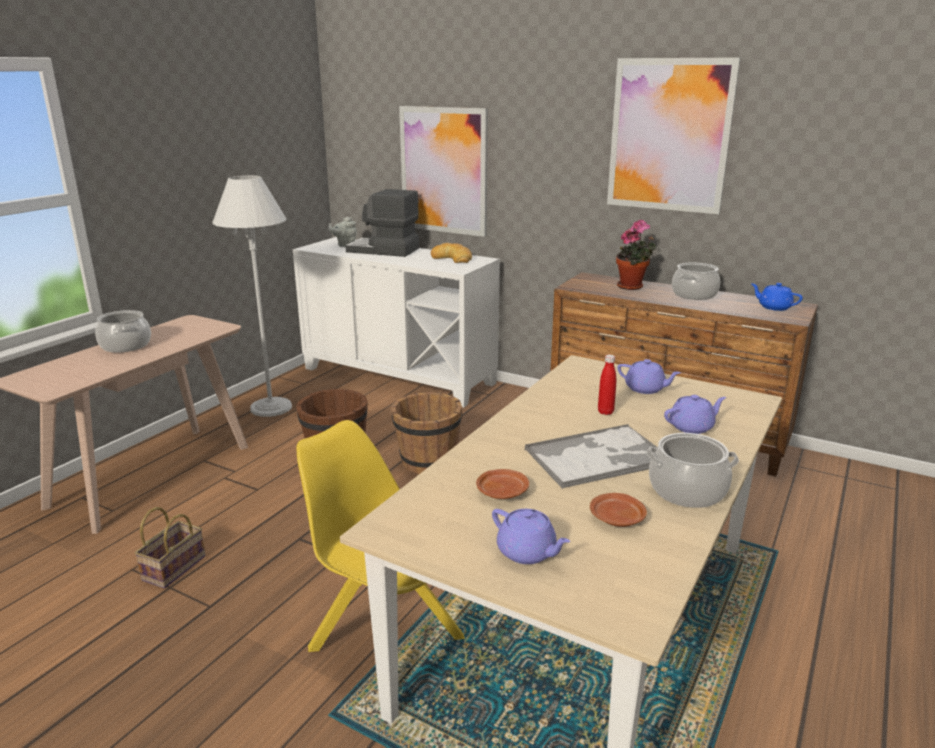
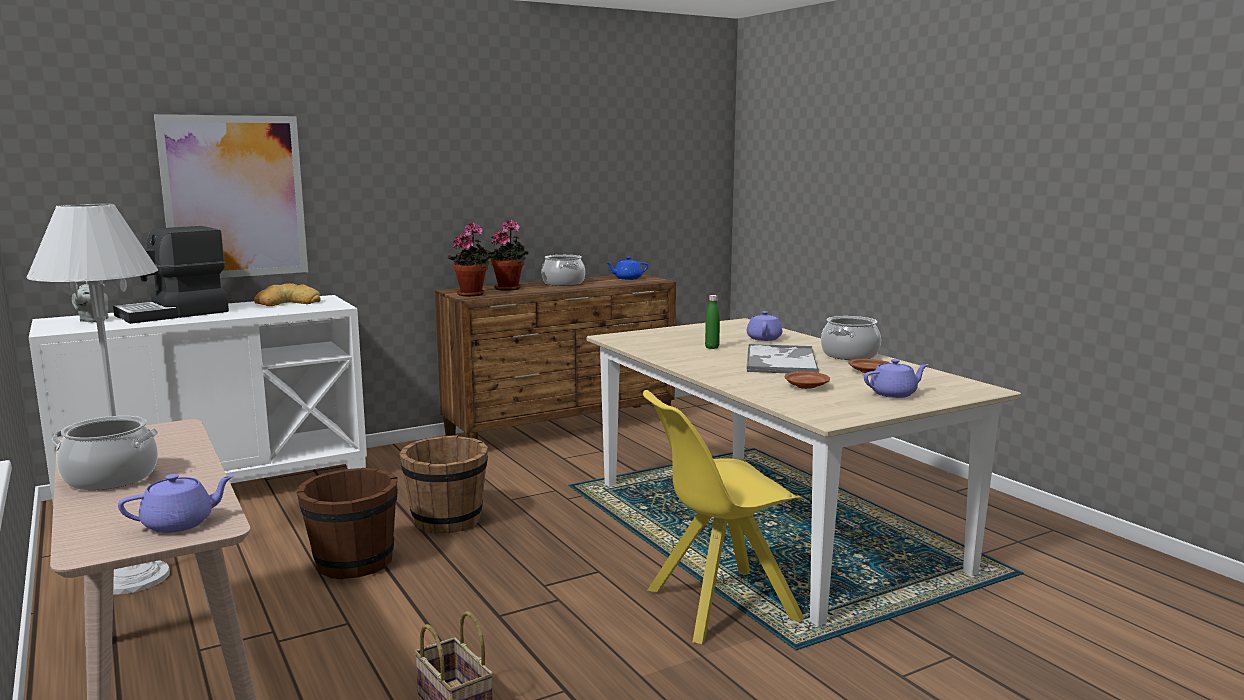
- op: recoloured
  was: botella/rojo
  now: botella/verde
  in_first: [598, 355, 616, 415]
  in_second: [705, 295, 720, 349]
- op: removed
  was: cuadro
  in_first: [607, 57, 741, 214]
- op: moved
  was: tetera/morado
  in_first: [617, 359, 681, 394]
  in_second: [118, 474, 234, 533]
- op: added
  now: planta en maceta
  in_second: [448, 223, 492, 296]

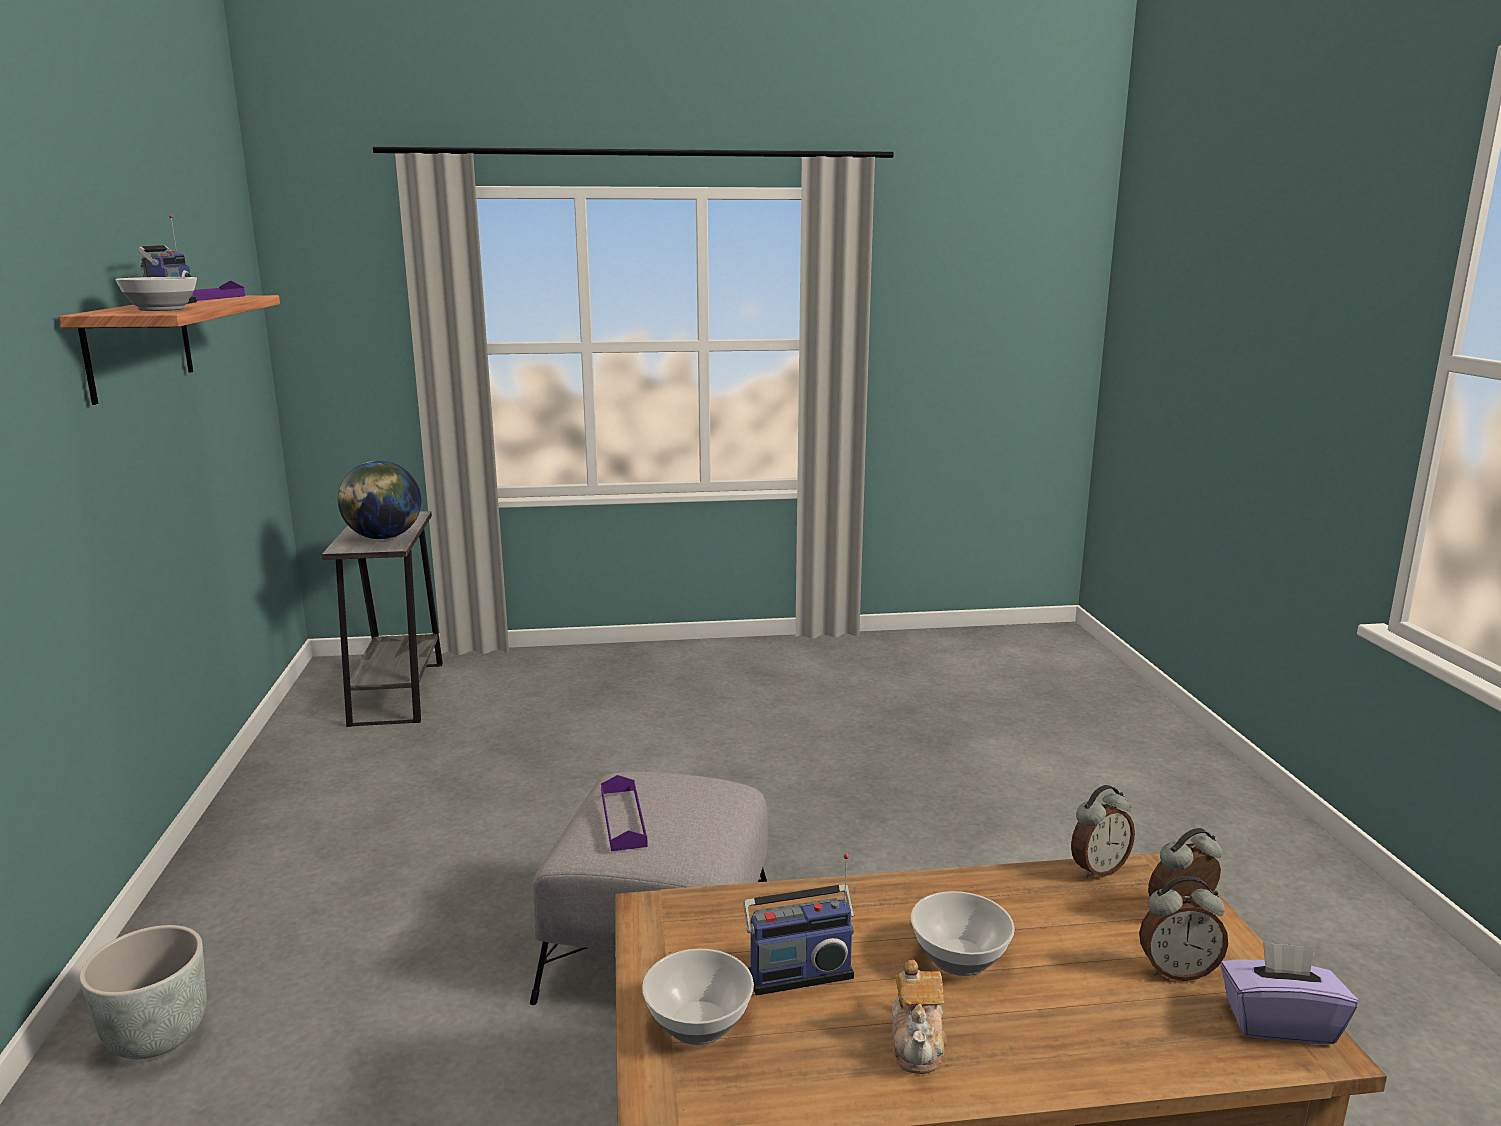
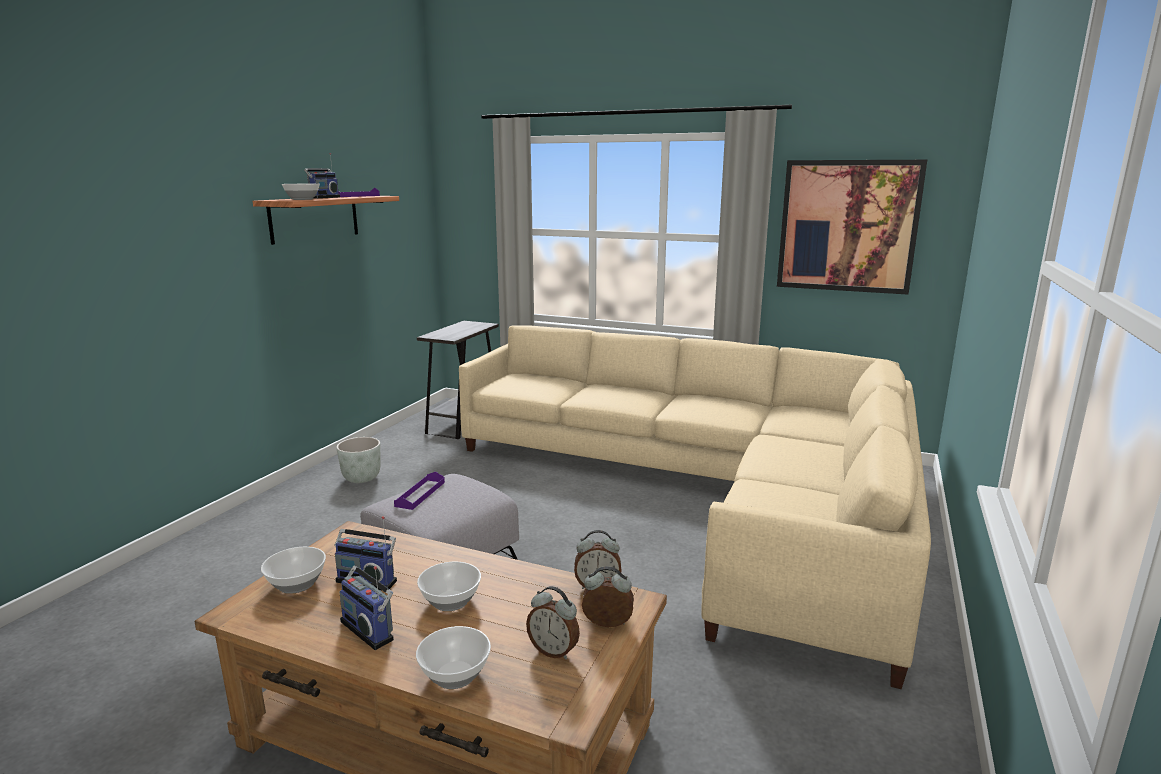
- op: moved
  was: maceta/gris
  in_first: [79, 925, 207, 1059]
  in_second: [336, 437, 381, 483]
- op: removed
  was: globo terráqueo
  in_first: [338, 461, 421, 539]
- op: replaced
  was: tetera
  now: radio
  in_first: [892, 960, 947, 1074]
  in_second: [339, 566, 394, 650]
- op: removed
  was: caja de pañuelos/morado
  in_first: [1221, 941, 1358, 1044]
- op: added
  now: cuenco
  in_second: [416, 626, 491, 689]
- op: added
  now: sofá/beis
  in_second: [459, 325, 931, 689]
- op: added
  now: cuadro
  in_second: [777, 160, 927, 295]

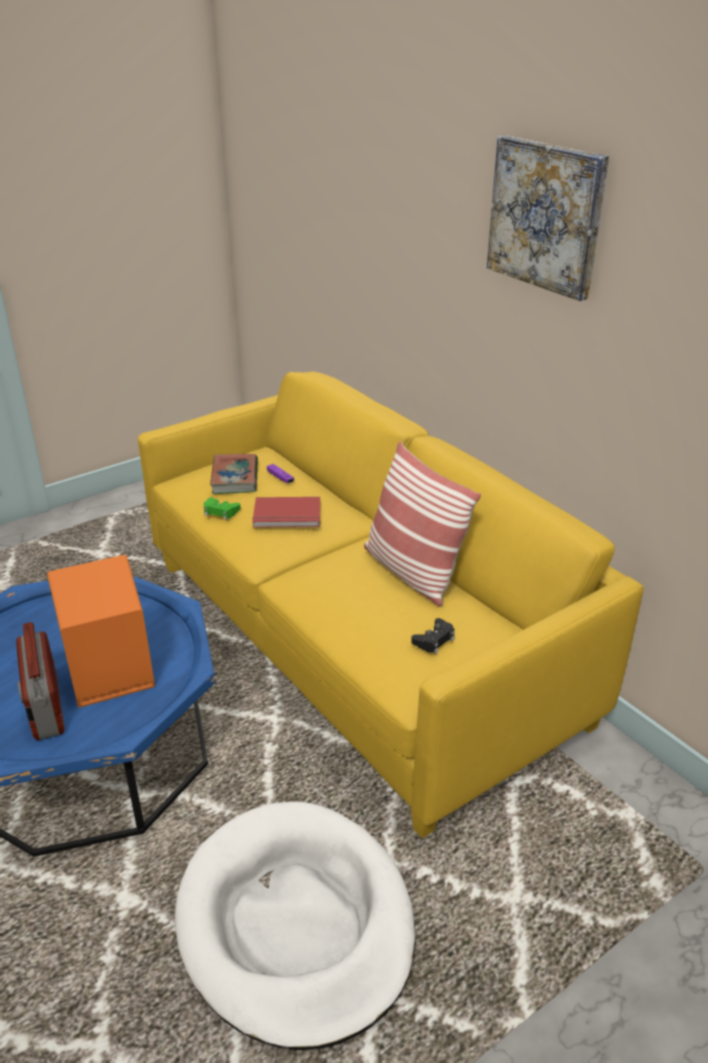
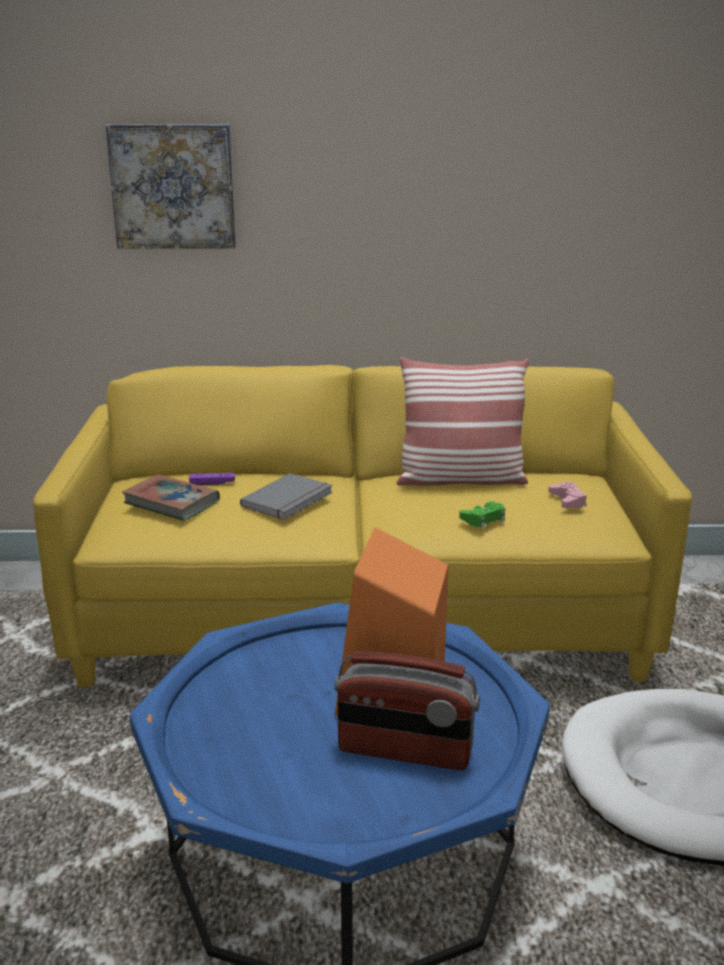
- op: moved
  was: mando de consola/verde
  in_first: [204, 497, 241, 520]
  in_second: [459, 501, 505, 528]
- op: recoloured
  was: libro/rojo
  now: libro/gris
  in_first: [252, 497, 320, 528]
  in_second: [240, 473, 333, 520]
- op: recoloured
  was: mando de consola/negro
  now: mando de consola/rosa
  in_first: [411, 618, 455, 654]
  in_second: [548, 482, 587, 508]
- op: moved
  was: cuadro
  in_first: [487, 135, 609, 301]
  in_second: [105, 124, 236, 249]

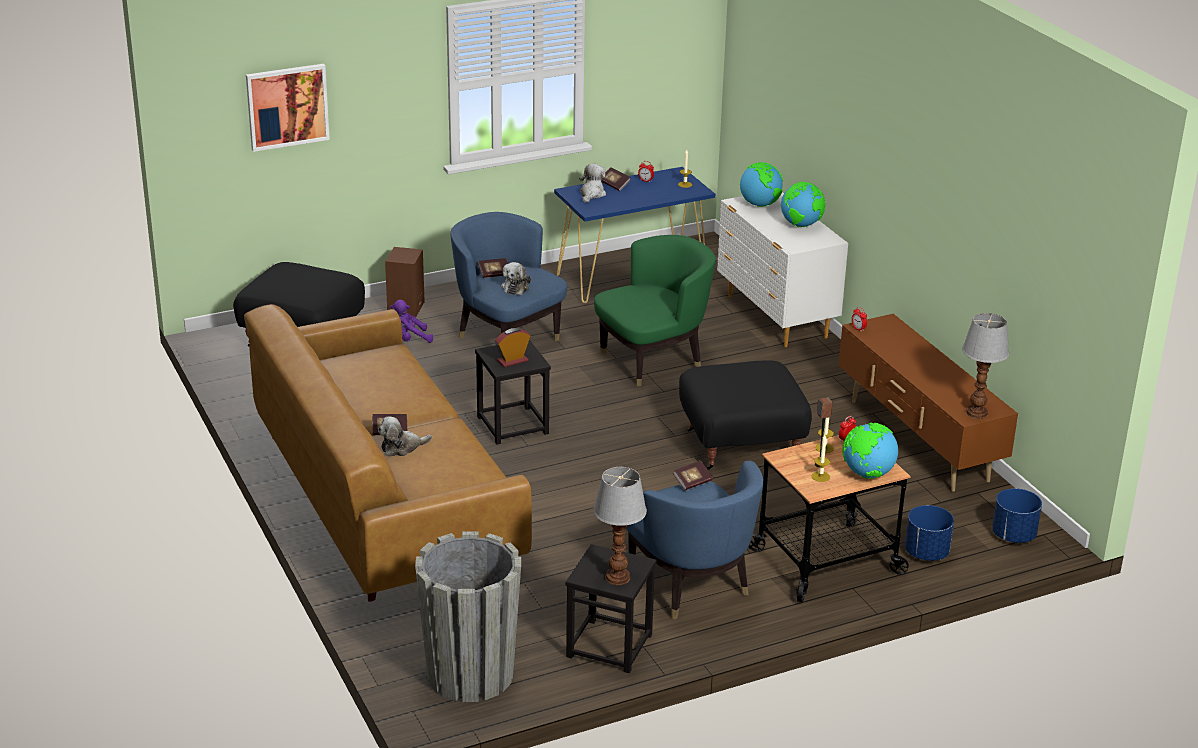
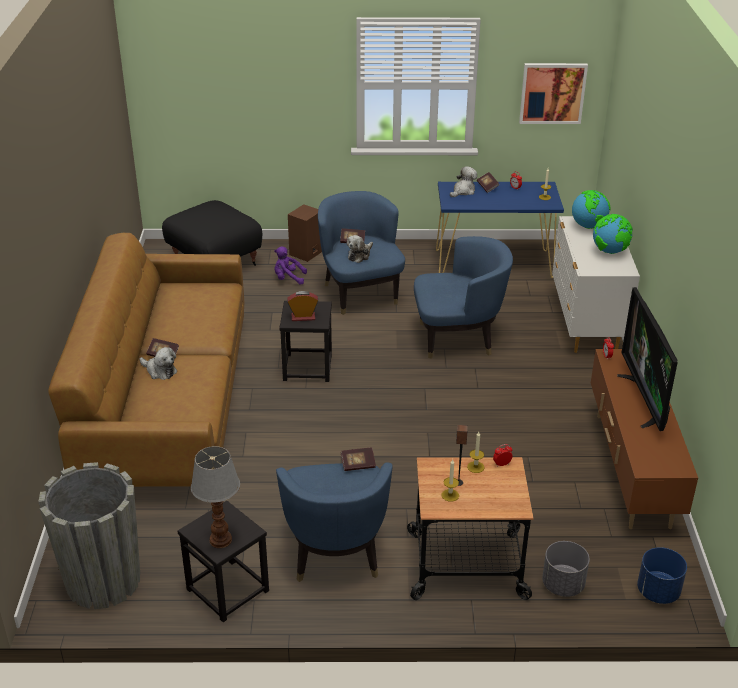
- op: moved
  was: cuadro
  in_first: [246, 64, 330, 152]
  in_second: [519, 63, 588, 124]
- op: turned
  was: peluche
  in_first: [378, 416, 432, 456]
  in_second: [140, 347, 177, 380]
  clockwise: -150
- op: recoloured
  was: sillón/verde
  now: sillón/azul
  in_first: [594, 235, 716, 386]
  in_second: [414, 236, 513, 359]
- op: removed
  was: puf/negro
  in_first: [679, 360, 812, 470]
- op: removed
  was: globo terráqueo
  in_first: [842, 423, 898, 479]
- op: recoloured
  was: maceta/azul
  now: maceta/gris
  in_first: [905, 505, 954, 561]
  in_second: [542, 541, 590, 597]
- op: removed
  was: lámpara de mesa
  in_first: [962, 313, 1009, 419]
- op: added
  now: televisor
  in_second: [617, 287, 678, 431]

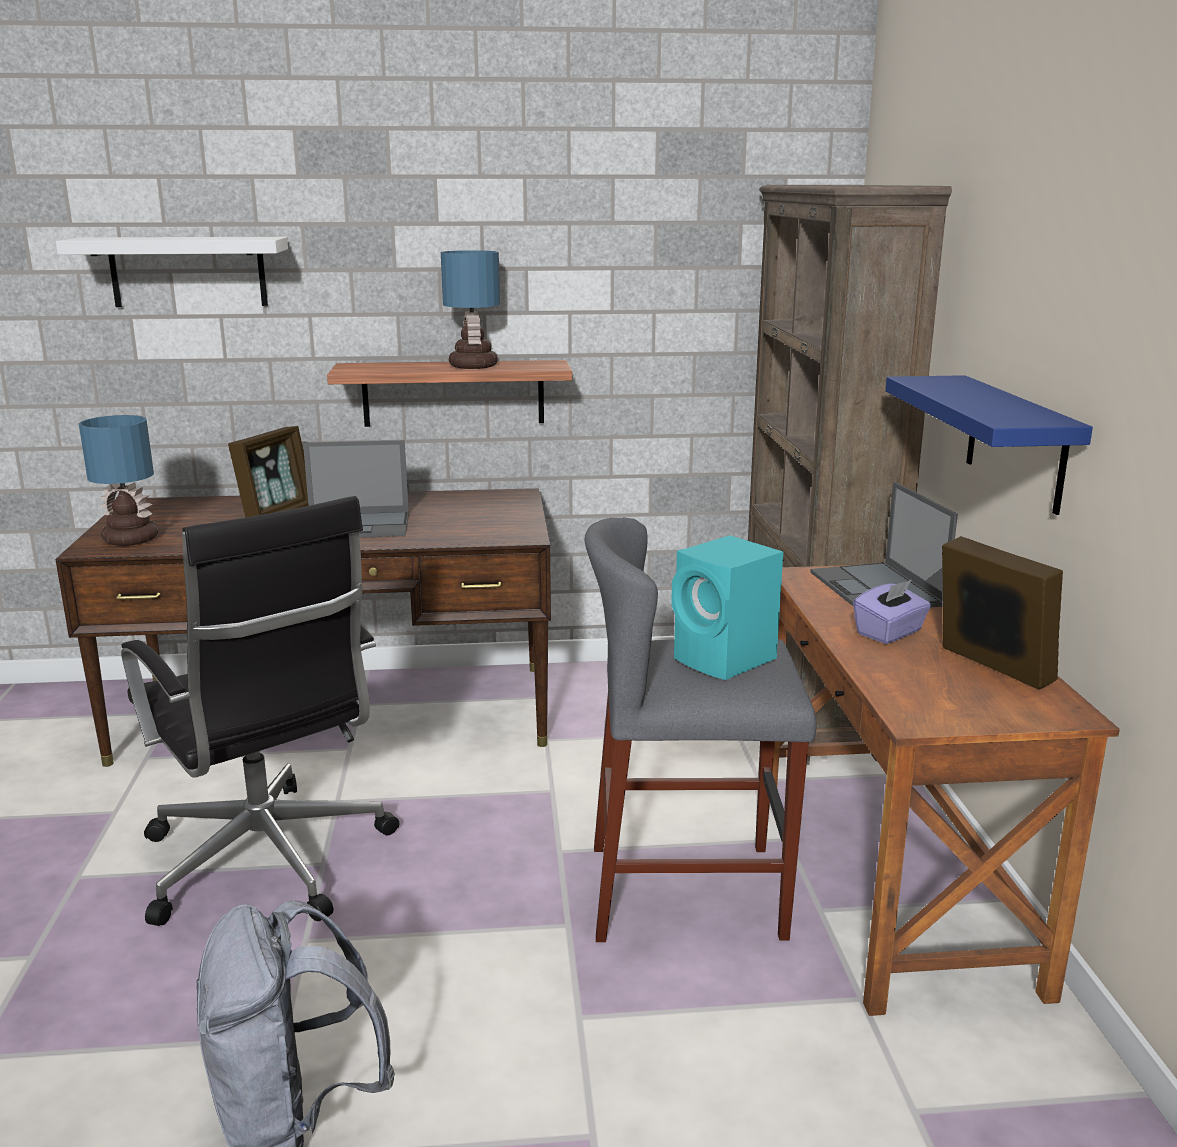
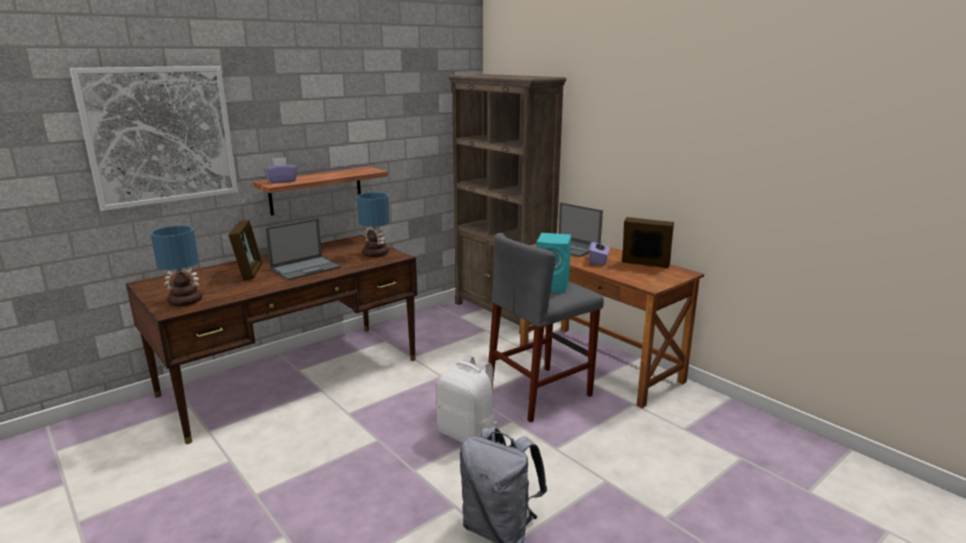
- op: replaced
  was: estante/blanco
  now: cuadro
  in_first: [56, 237, 288, 307]
  in_second: [70, 66, 238, 211]
- op: removed
  was: silla de oficina/negro
  in_first: [121, 496, 399, 926]
- op: moved
  was: lámpara de mesa
  in_first: [441, 250, 500, 369]
  in_second: [357, 192, 390, 257]
- op: removed
  was: estante/azul
  in_first: [885, 375, 1093, 515]
- op: added
  now: caja de pañuelos/morado
  in_second: [264, 157, 298, 184]
- op: added
  now: mochila/blanco
  in_second: [436, 355, 498, 443]

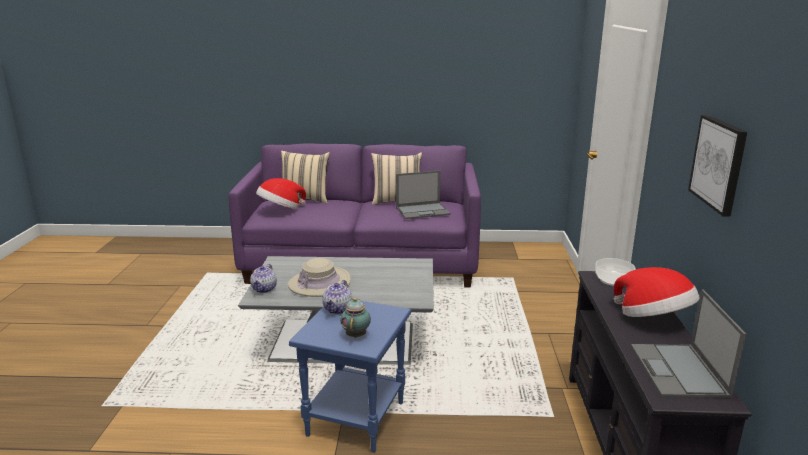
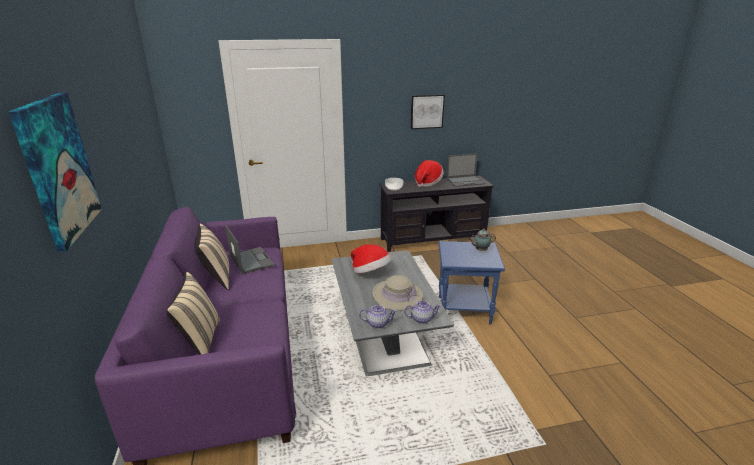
- op: moved
  was: sombrero
  in_first: [256, 178, 306, 209]
  in_second: [351, 244, 392, 274]
- op: moved
  was: tetera
  in_first: [322, 280, 352, 314]
  in_second: [359, 305, 397, 328]
- op: added
  now: cuadro
  in_second: [8, 92, 102, 252]

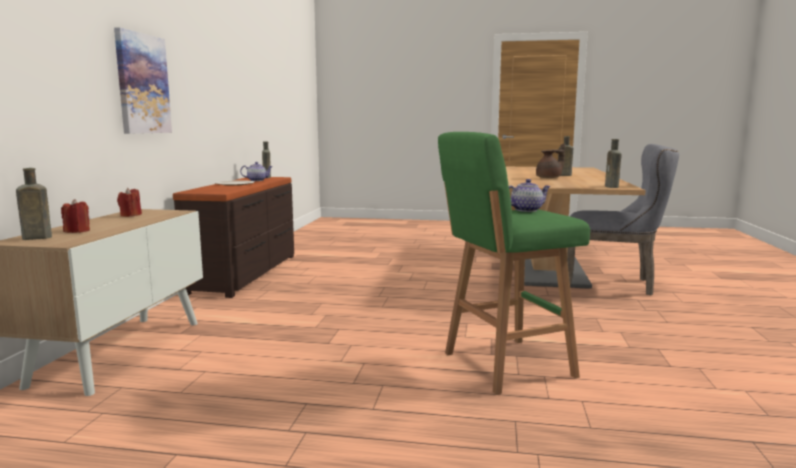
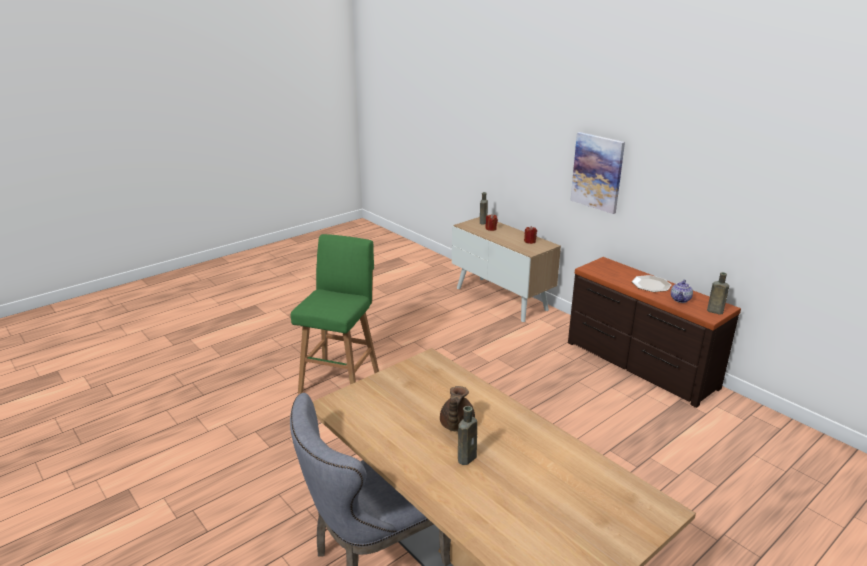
- op: removed
  was: tetera
  in_first: [509, 179, 551, 212]
- op: removed
  was: botella/marrón
  in_first: [605, 139, 621, 188]

